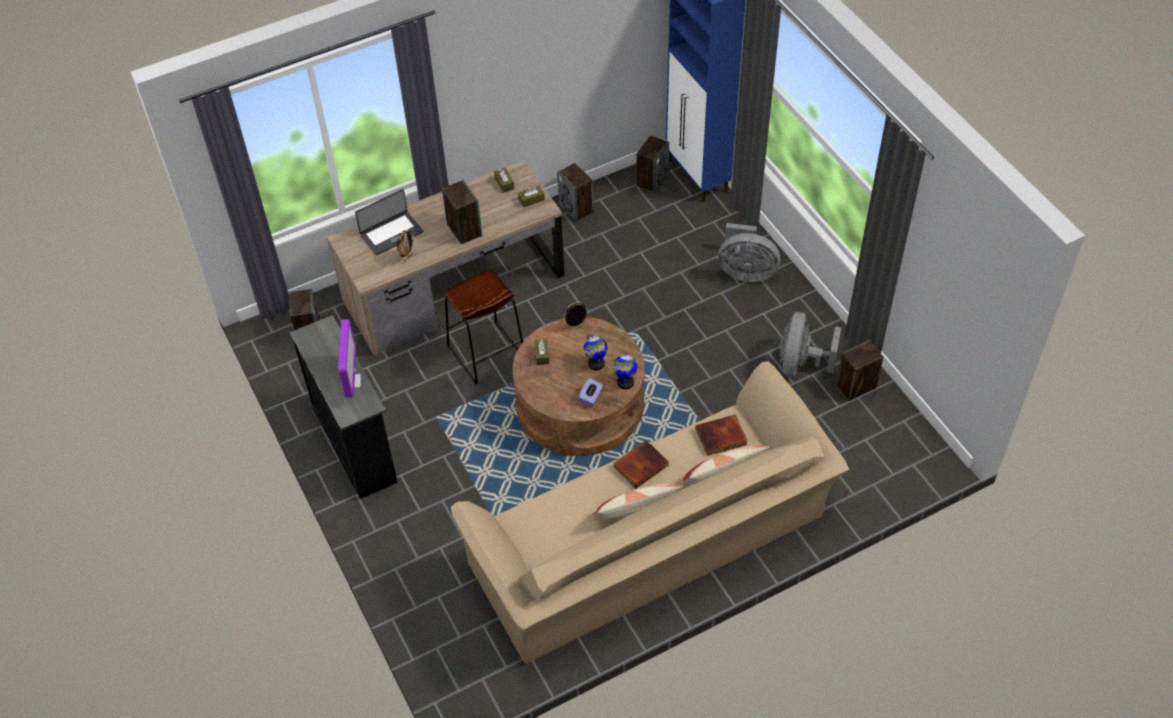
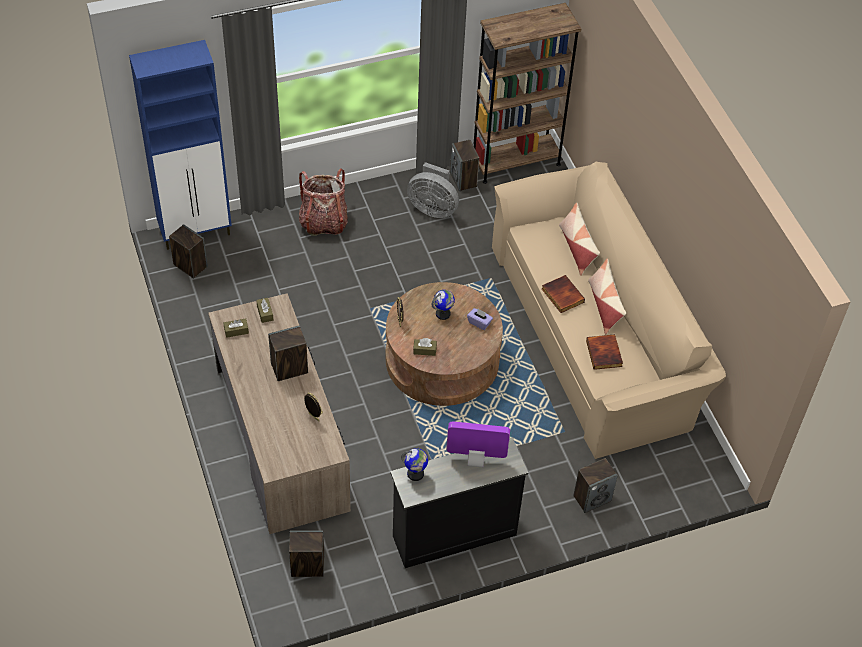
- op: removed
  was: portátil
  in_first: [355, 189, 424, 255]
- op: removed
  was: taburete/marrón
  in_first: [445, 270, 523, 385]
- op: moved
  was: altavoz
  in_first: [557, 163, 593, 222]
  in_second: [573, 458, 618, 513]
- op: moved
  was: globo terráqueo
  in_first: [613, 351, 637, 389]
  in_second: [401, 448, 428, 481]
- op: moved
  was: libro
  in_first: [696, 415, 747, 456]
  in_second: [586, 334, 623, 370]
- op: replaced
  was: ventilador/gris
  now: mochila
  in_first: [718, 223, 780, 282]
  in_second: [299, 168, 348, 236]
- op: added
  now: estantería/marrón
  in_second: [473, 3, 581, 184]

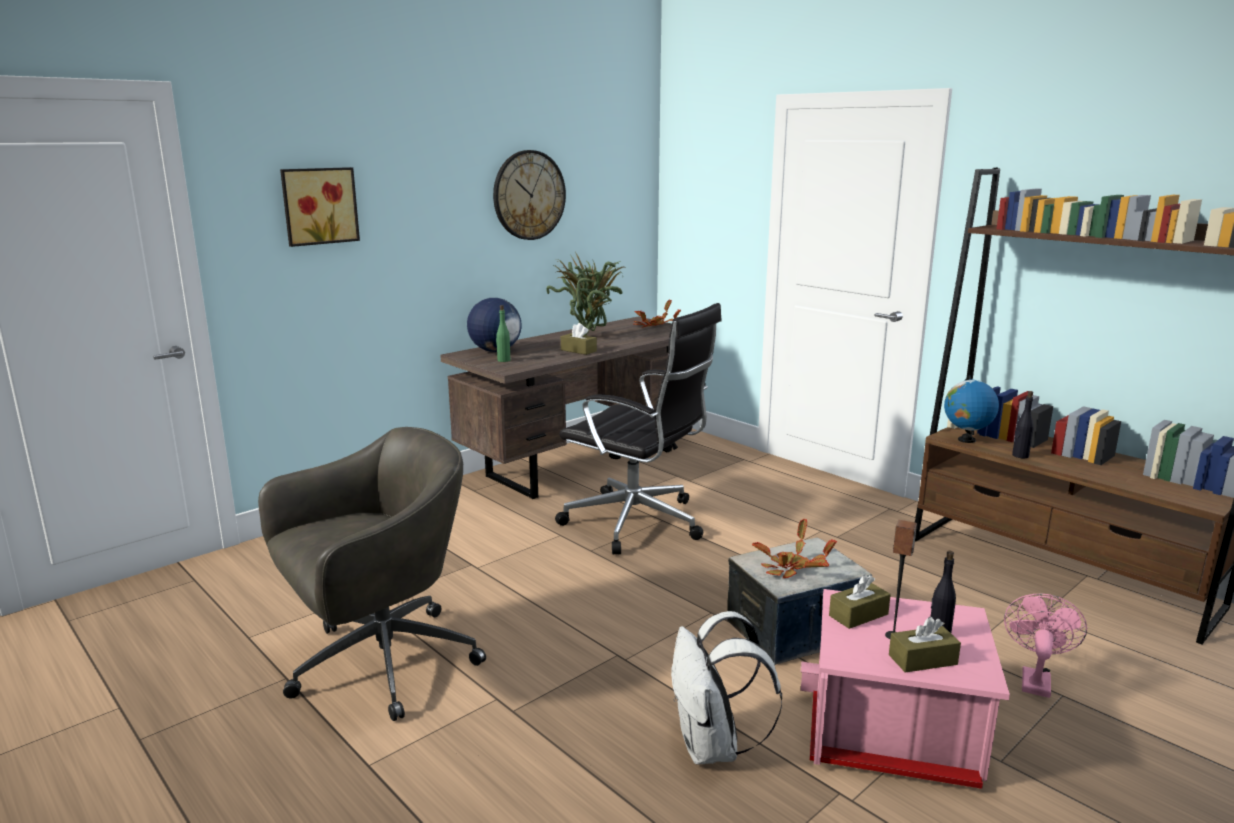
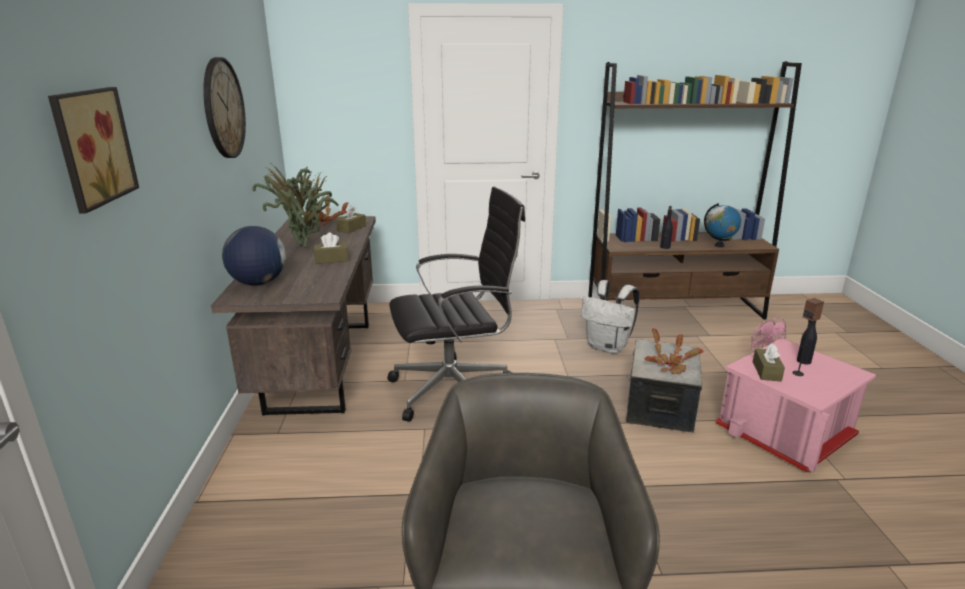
- op: removed
  was: botella/verde
  in_first: [496, 305, 510, 362]
- op: moved
  was: mochila/blanco
  in_first: [671, 611, 782, 764]
  in_second: [581, 280, 640, 354]
- op: moved
  was: caja de pañuelos/marrón
  in_first: [889, 617, 961, 673]
  in_second: [336, 206, 366, 233]
- op: moved
  was: globo terráqueo
  in_first: [944, 375, 999, 443]
  in_second: [704, 203, 741, 247]

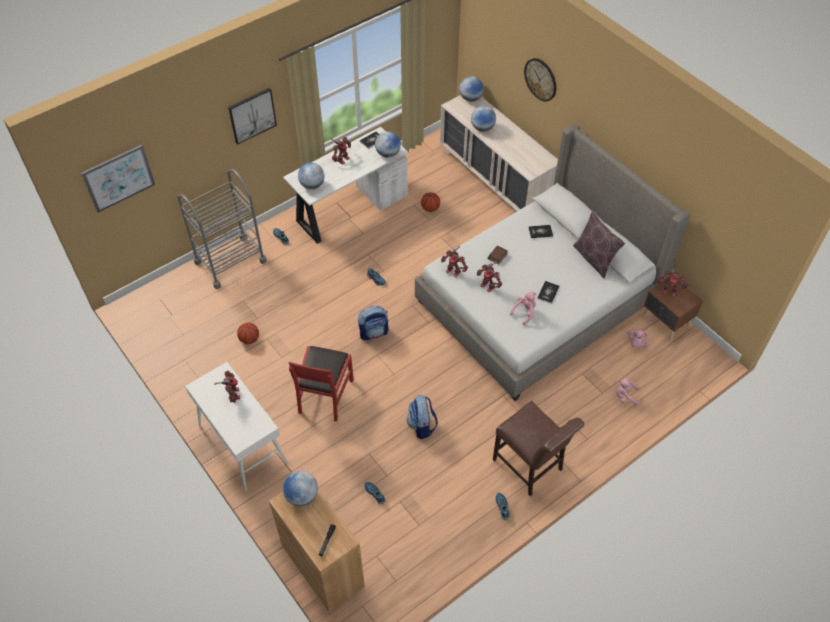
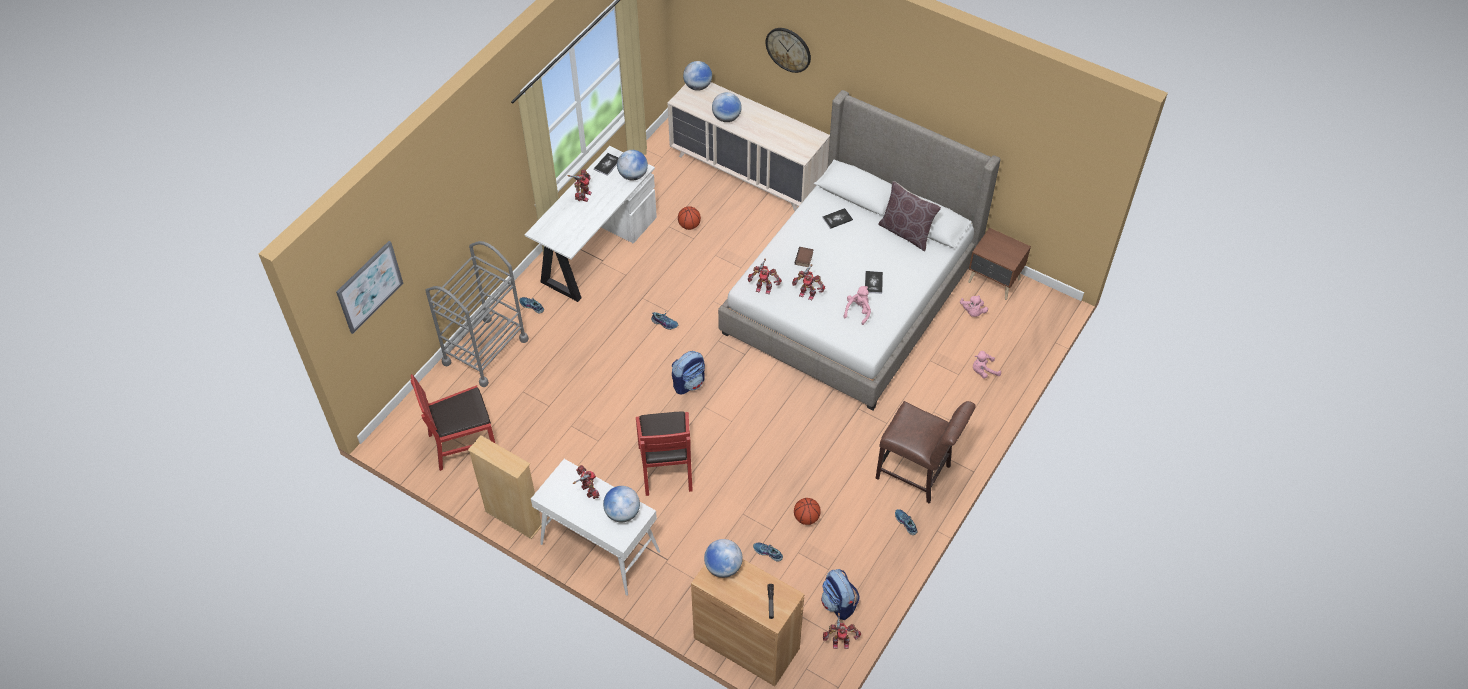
- op: removed
  was: cuadro
  in_first: [228, 88, 277, 145]
- op: moved
  was: balón de baloncesto
  in_first: [237, 323, 259, 344]
  in_second: [794, 498, 821, 525]
- op: moved
  was: globo terráqueo
  in_first: [298, 163, 324, 189]
  in_second: [603, 486, 640, 522]
- op: moved
  was: mochila
  in_first: [407, 395, 438, 439]
  in_second: [821, 569, 860, 620]
- op: moved
  was: robot de juguete
  in_first: [657, 265, 688, 296]
  in_second: [823, 613, 861, 649]
- op: added
  now: silla/rojo
  in_second: [410, 374, 496, 471]
- op: added
  now: estantería/beis
  in_second: [468, 435, 542, 539]

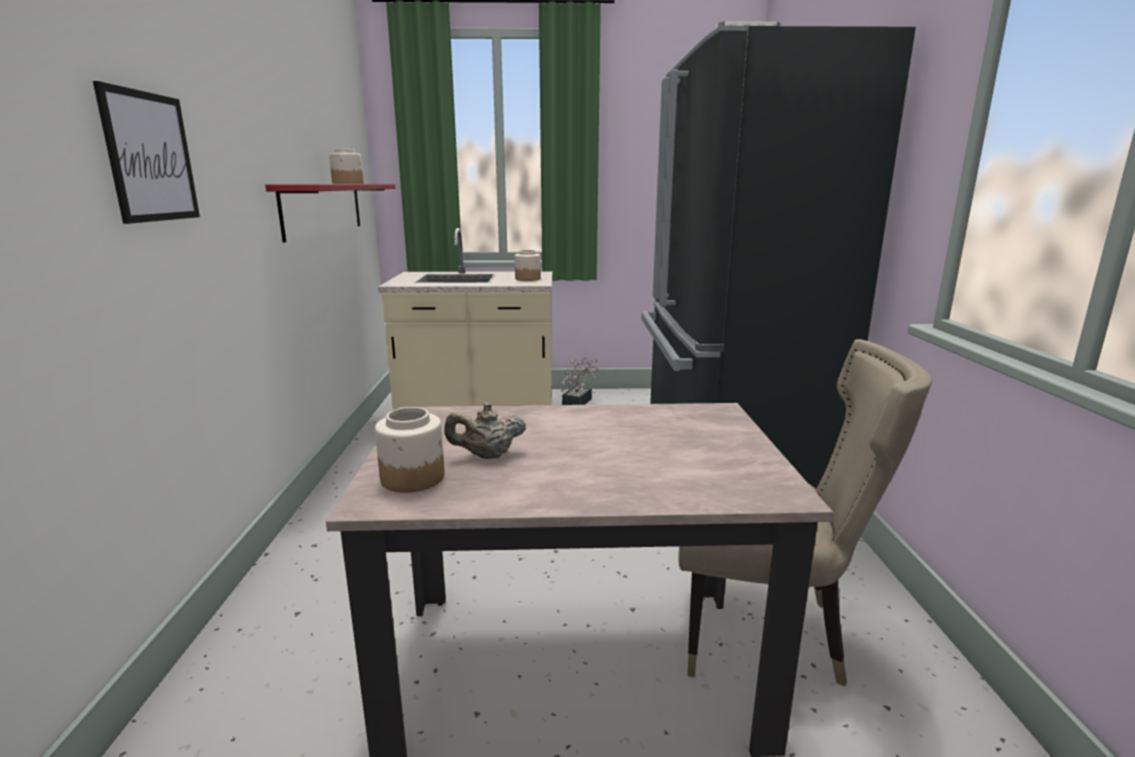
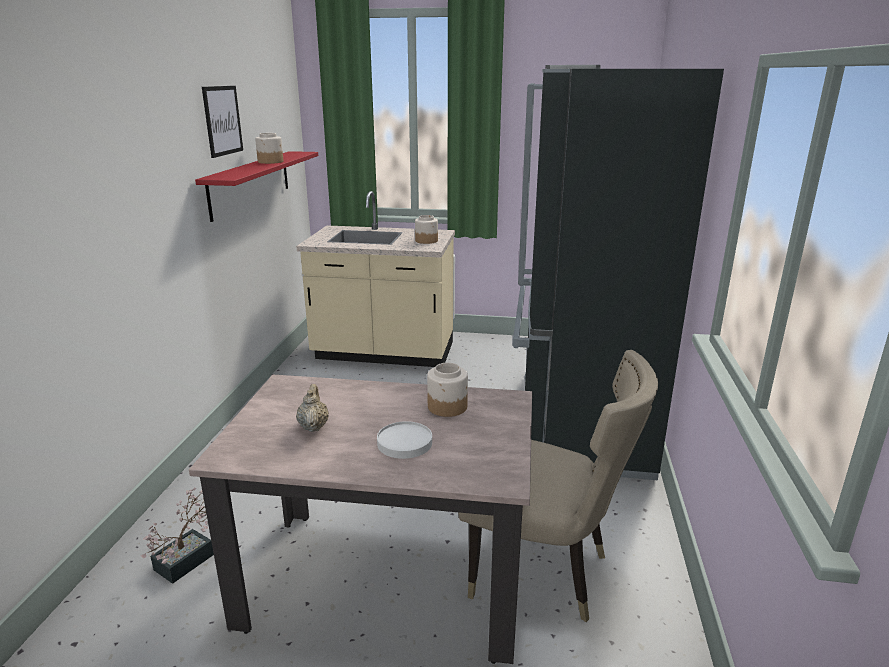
- op: moved
  was: cuadro
  in_first: [93, 81, 200, 224]
  in_second: [202, 86, 243, 158]
- op: moved
  was: tarro
  in_first: [375, 407, 445, 493]
  in_second: [427, 363, 468, 417]
- op: turned
  was: tetera/beis
  in_first: [444, 403, 526, 459]
  in_second: [296, 384, 329, 432]
  clockwise: 90
- op: moved
  was: planta en maceta
  in_first: [561, 356, 599, 405]
  in_second: [141, 487, 214, 584]
- op: added
  now: plato/blanco
  in_second: [377, 421, 432, 459]

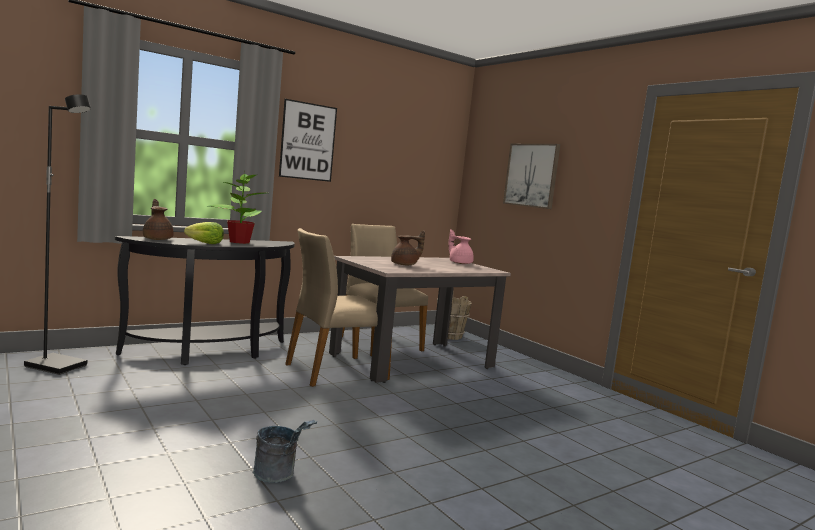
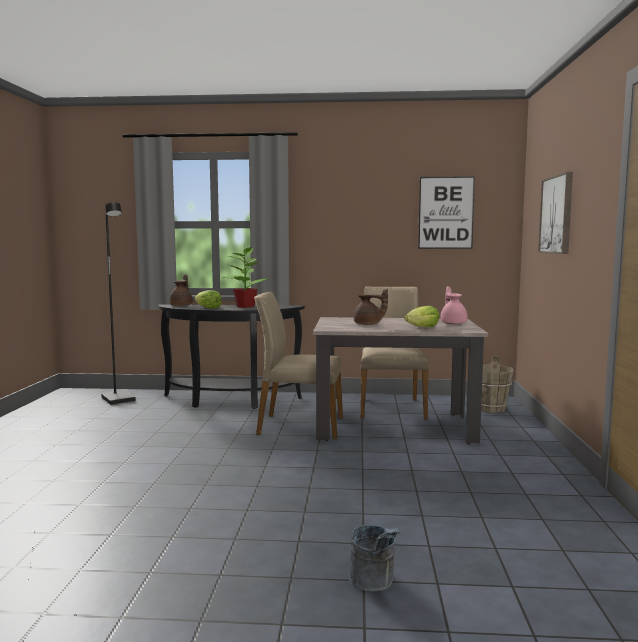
- op: moved
  was: cubo/gris
  in_first: [253, 420, 317, 483]
  in_second: [349, 525, 400, 592]
- op: moved
  was: cuadro
  in_first: [279, 99, 337, 182]
  in_second: [418, 176, 475, 249]
- op: added
  now: lechuga
  in_second: [404, 306, 439, 327]

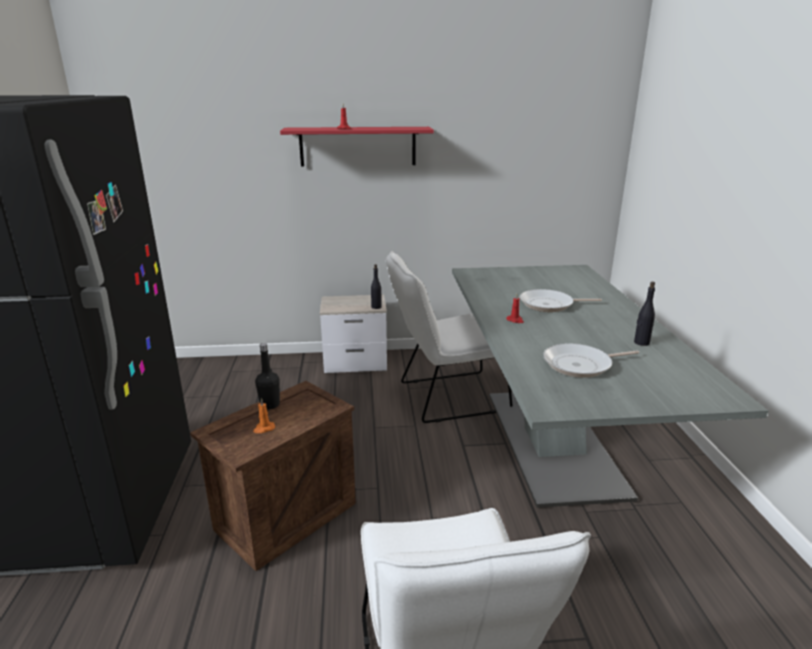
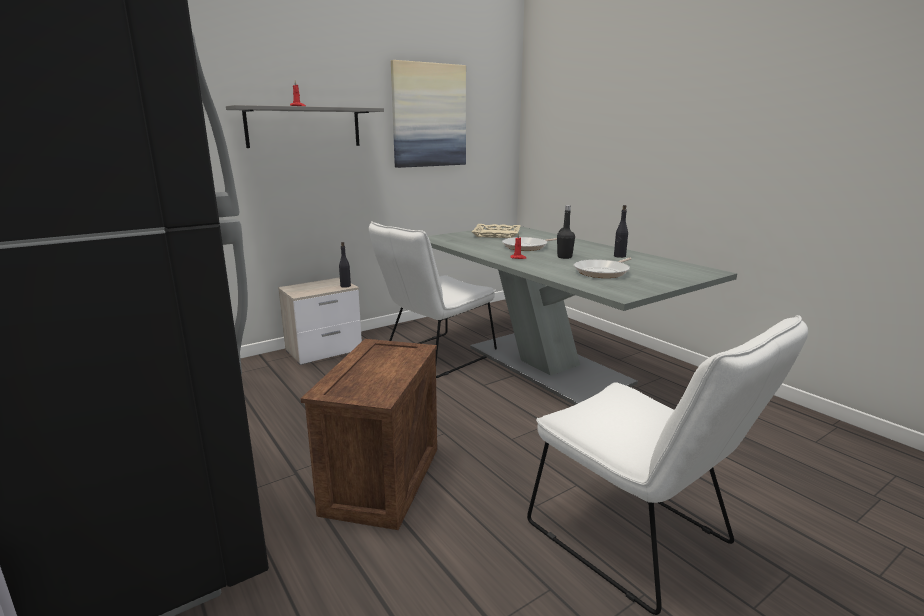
- op: removed
  was: vela/naranja
  in_first: [253, 398, 275, 433]
- op: moved
  was: botella/negro
  in_first: [255, 343, 280, 409]
  in_second: [557, 205, 575, 259]
- op: recoloured
  was: estante/rojo
  now: estante/gris
  in_first: [280, 127, 434, 167]
  in_second: [226, 105, 384, 148]
- op: added
  now: cuadro
  in_second: [391, 60, 466, 168]
- op: added
  now: bandeja/beis
  in_second: [471, 224, 521, 238]

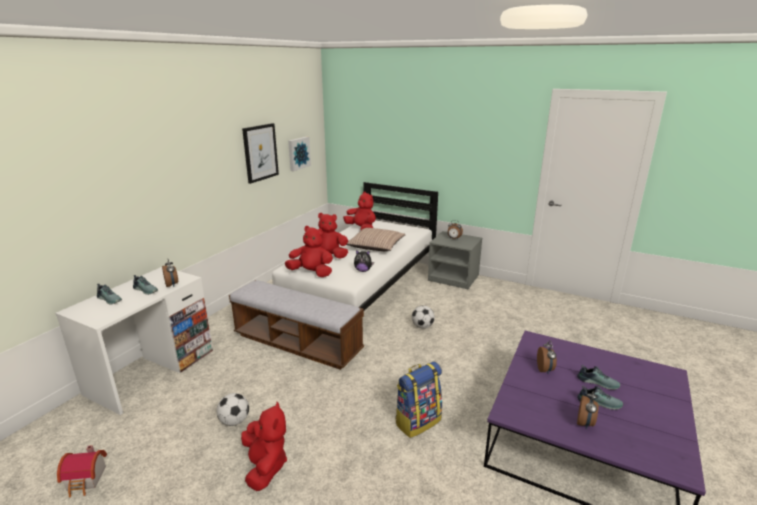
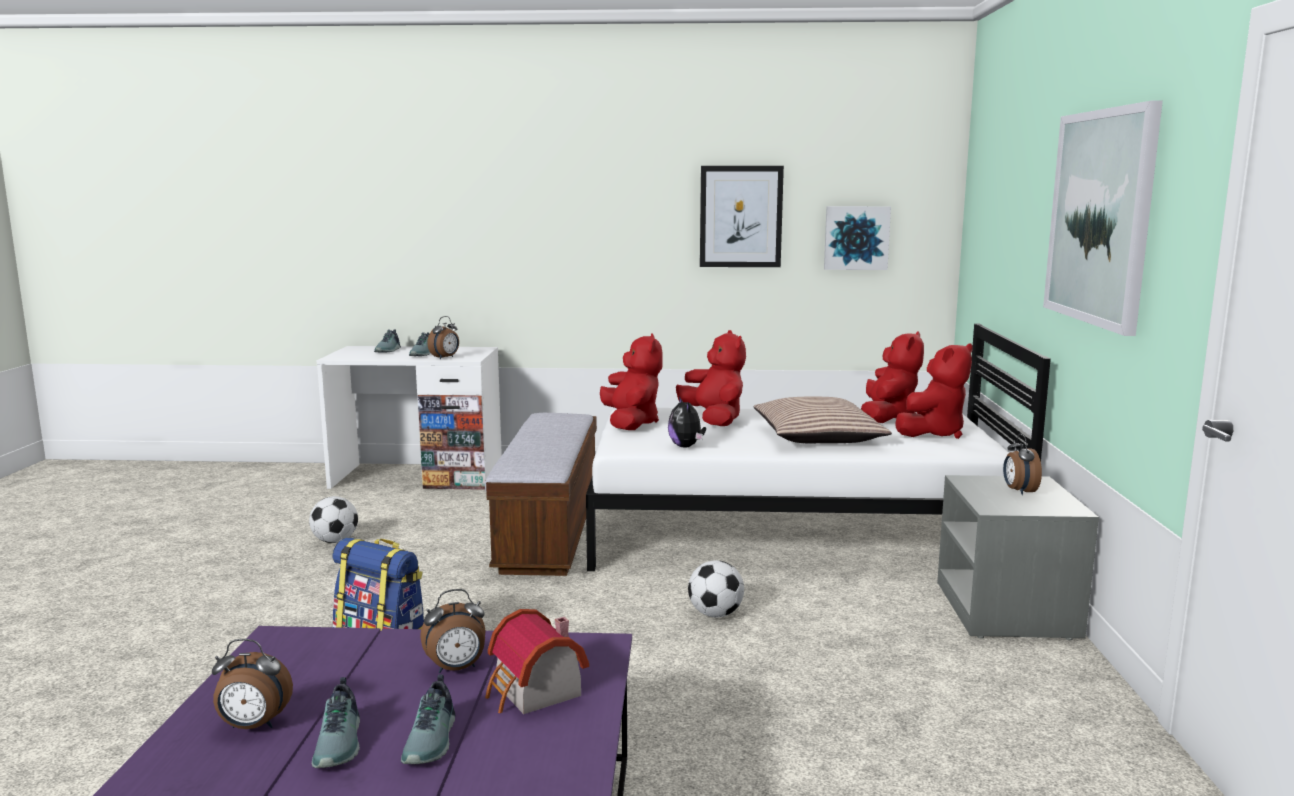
- op: moved
  was: casita
  in_first: [57, 445, 107, 497]
  in_second: [485, 609, 589, 714]
- op: moved
  was: peluche/rojo
  in_first: [241, 402, 287, 491]
  in_second: [895, 343, 973, 439]
- op: added
  now: cuadro
  in_second: [1043, 101, 1163, 336]

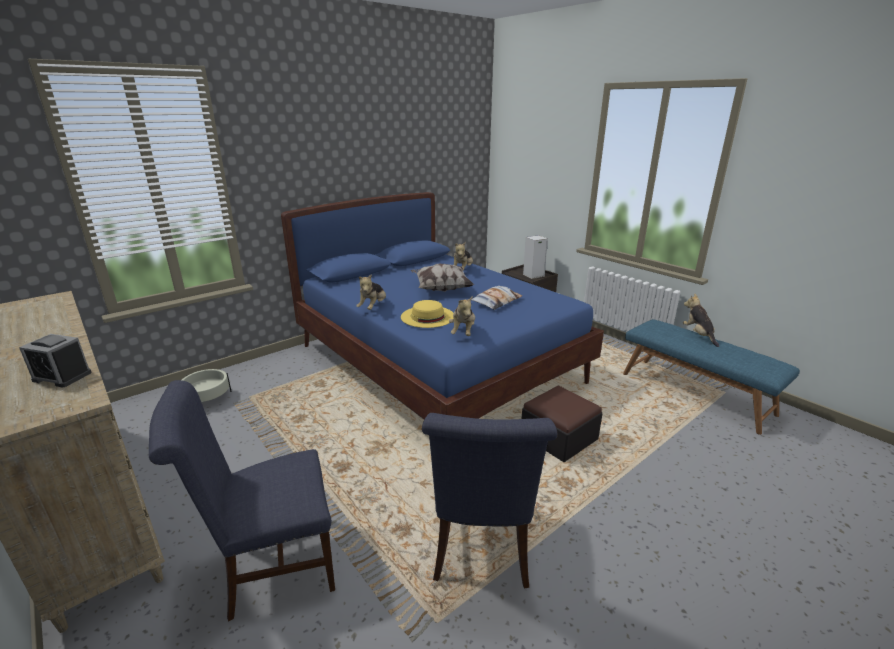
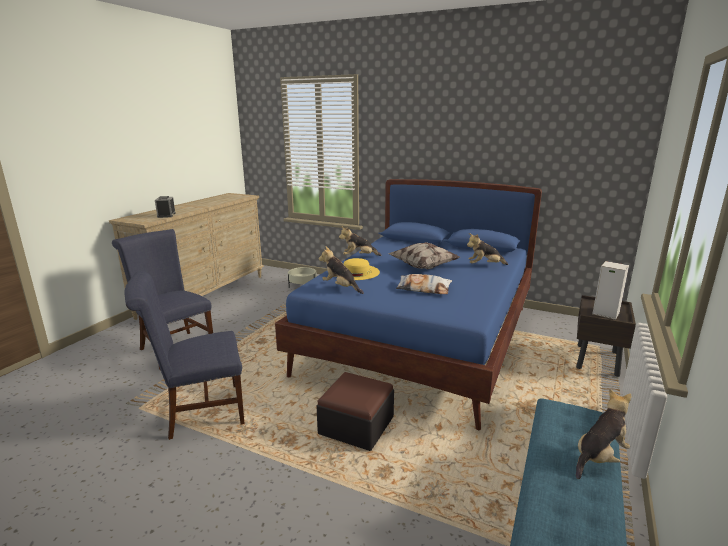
- op: turned
  was: peluche
  in_first: [449, 296, 475, 336]
  in_second: [319, 246, 364, 294]
  clockwise: 60

